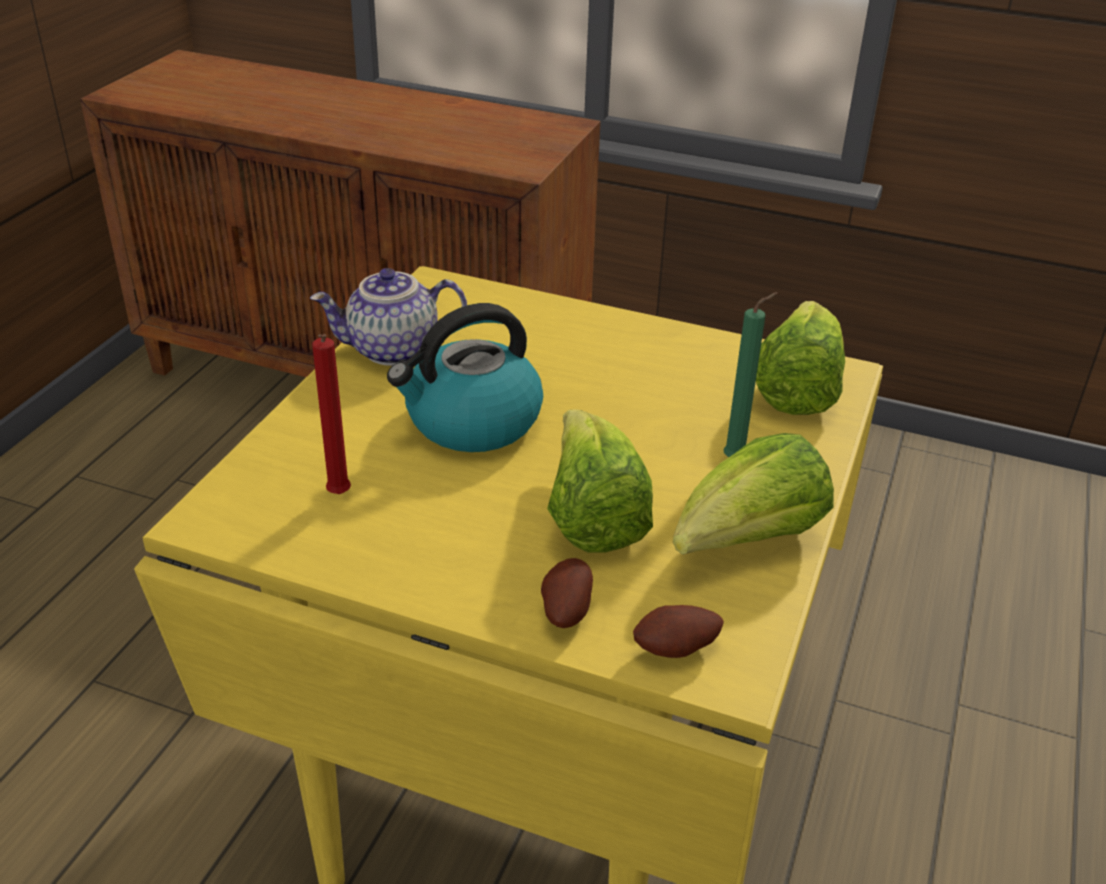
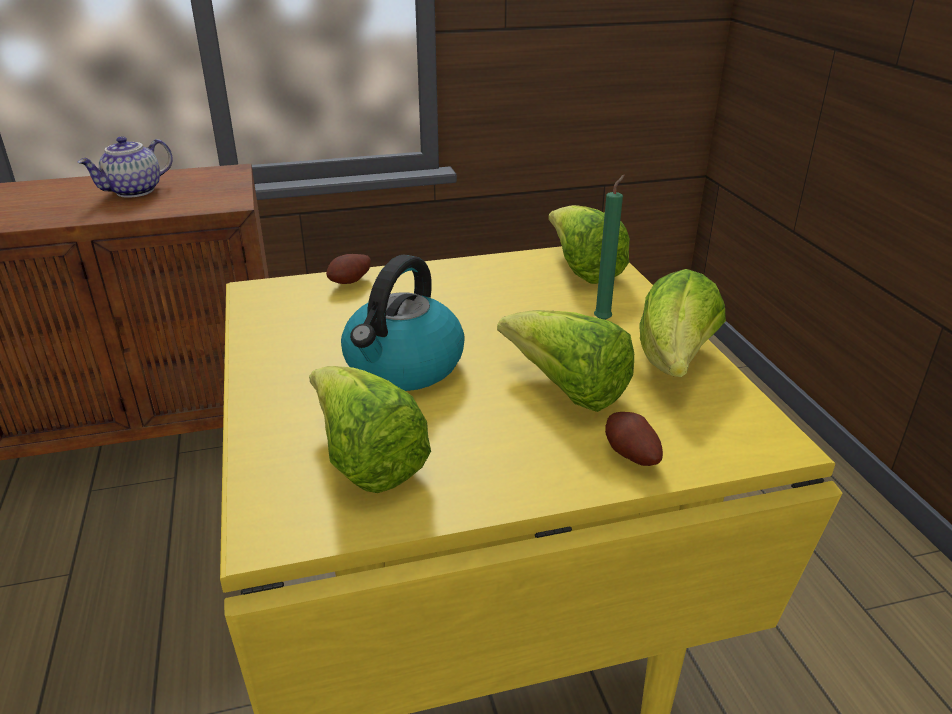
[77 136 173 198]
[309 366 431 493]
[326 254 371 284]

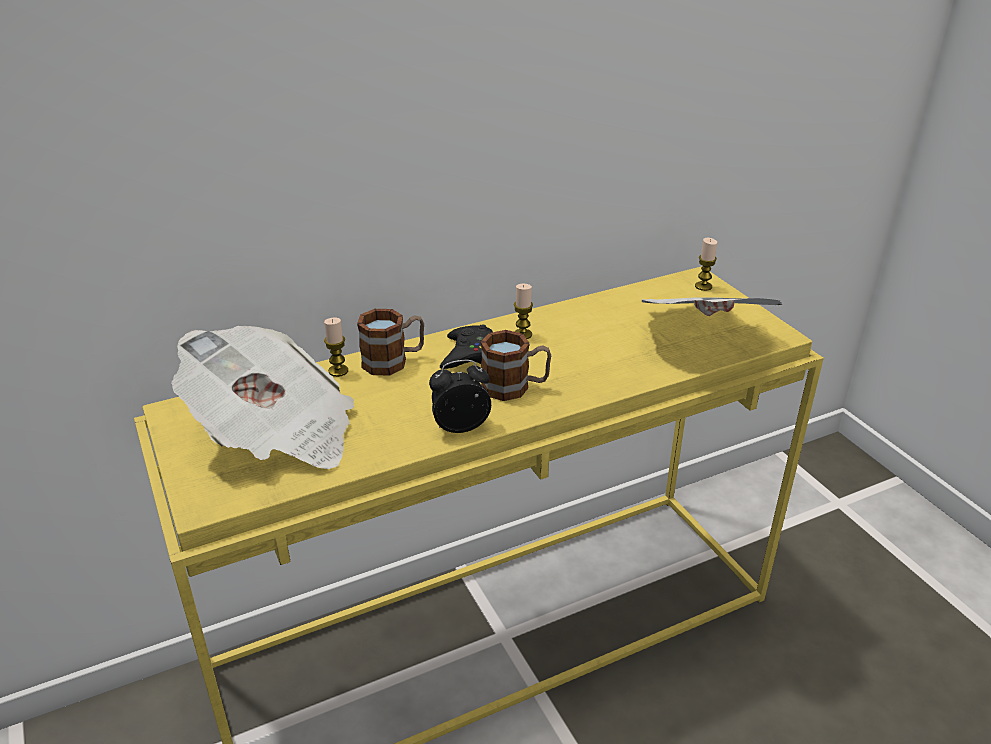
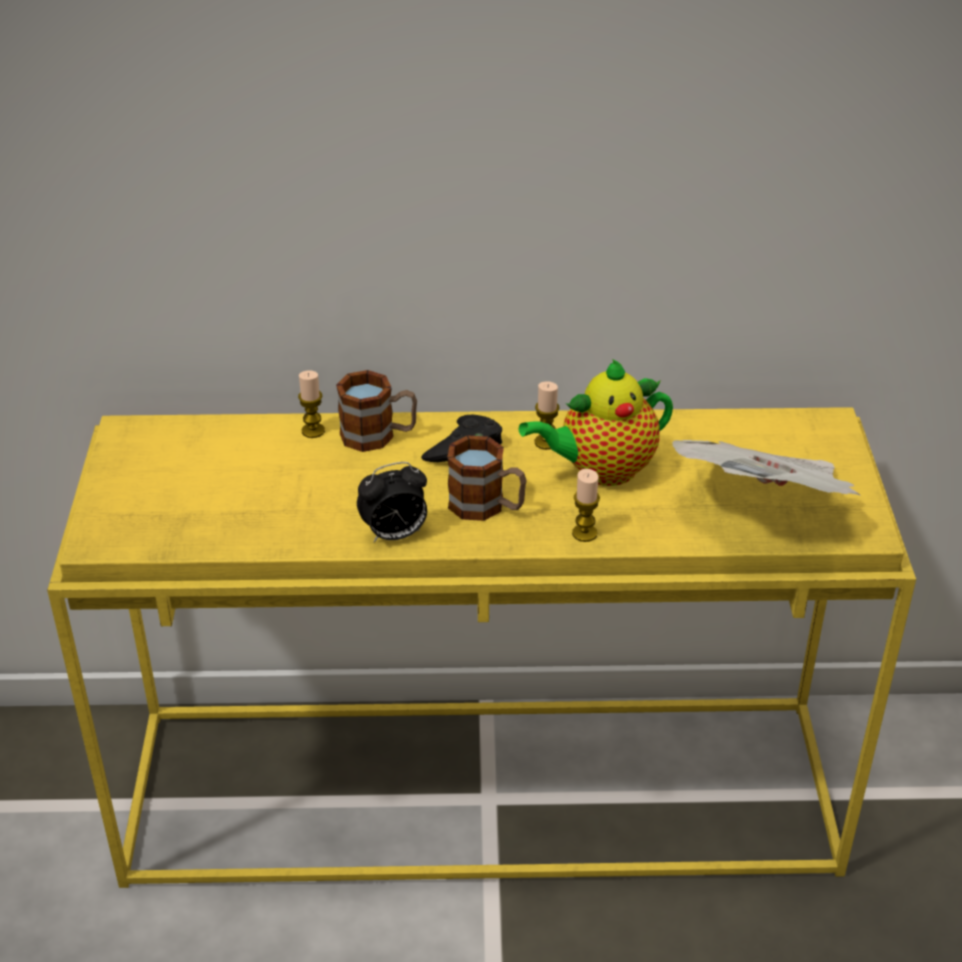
[357 462 427 542]
[519 359 673 486]
[572 469 600 542]
[171 326 354 469] (first image)

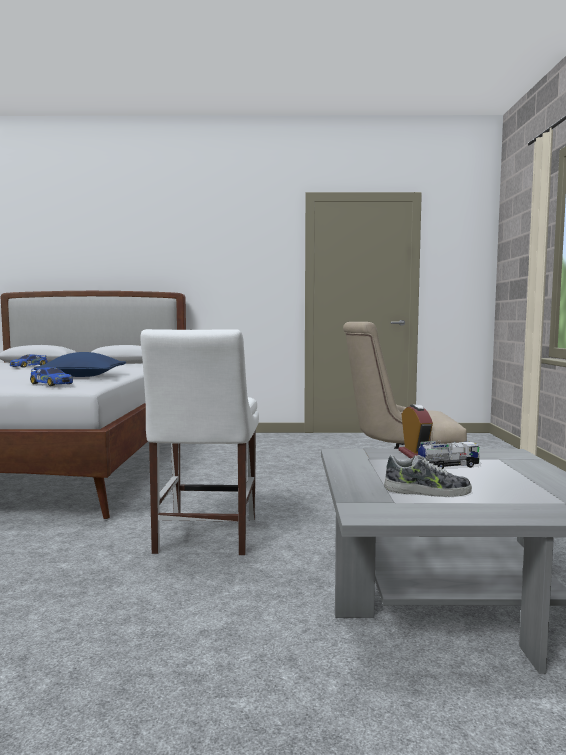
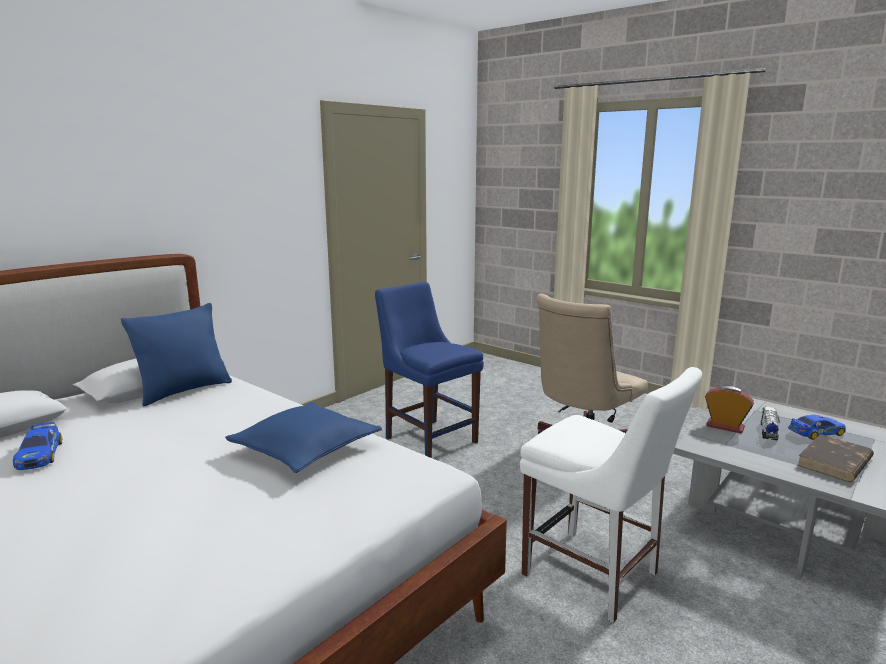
[121 303 232 406]
[375 282 484 458]
[788 415 846 440]
[797 434 874 482]

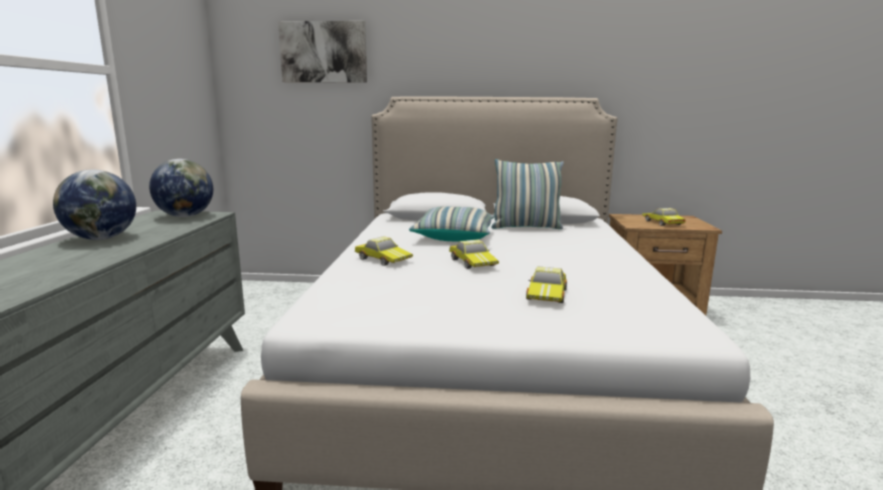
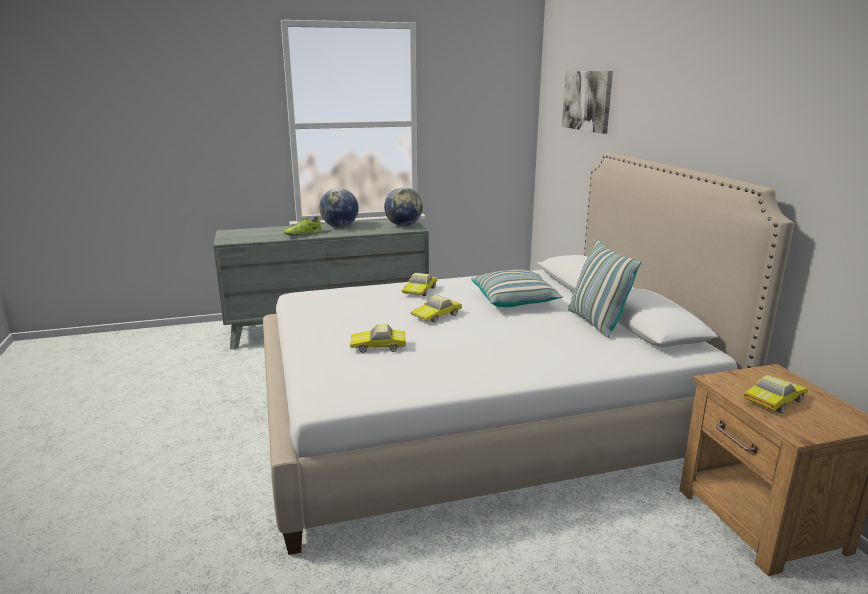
[284 216 322 236]

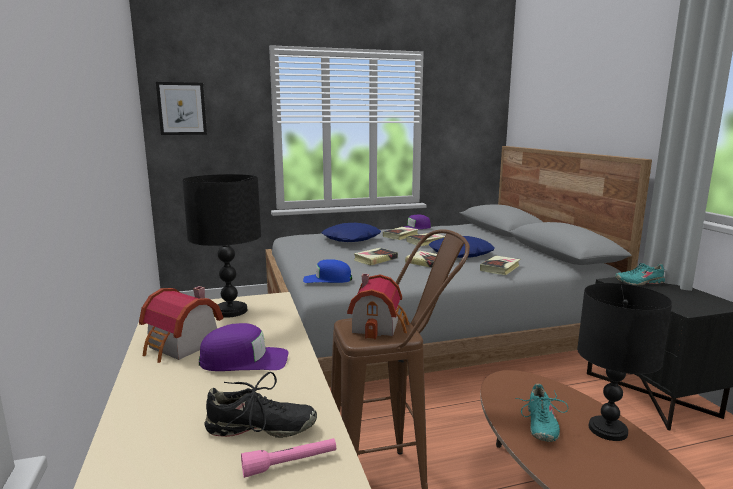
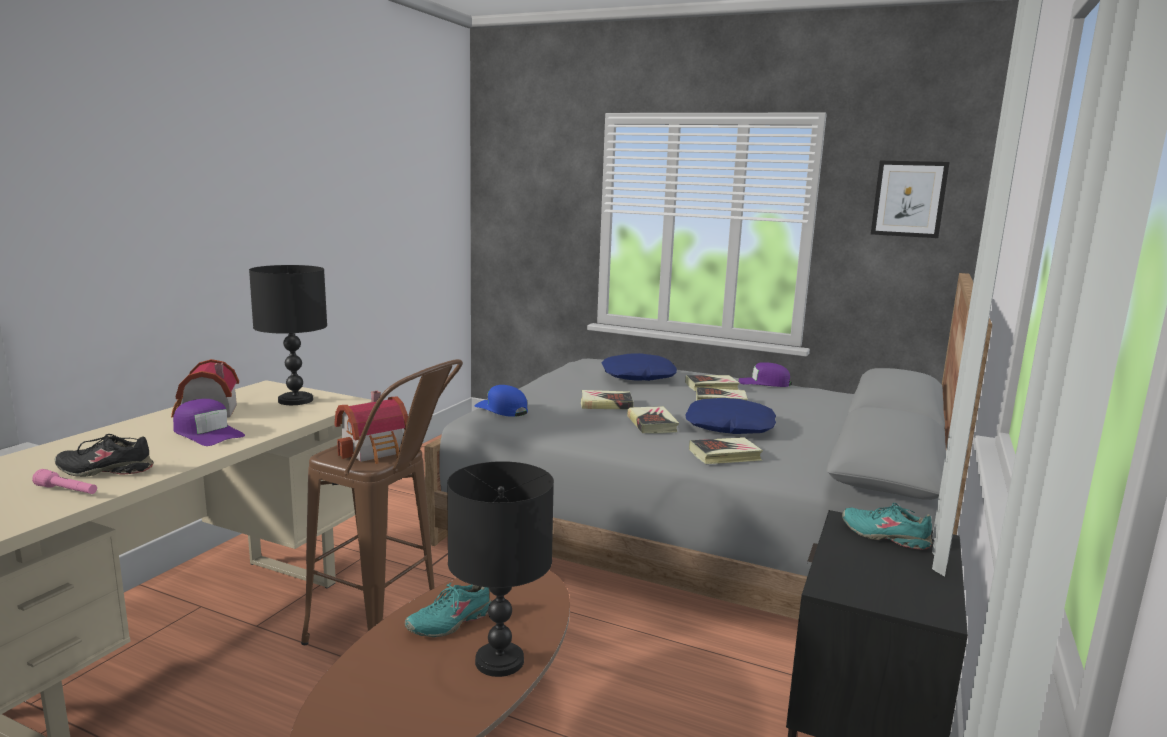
[55 434 154 477]
[871 161 950 238]

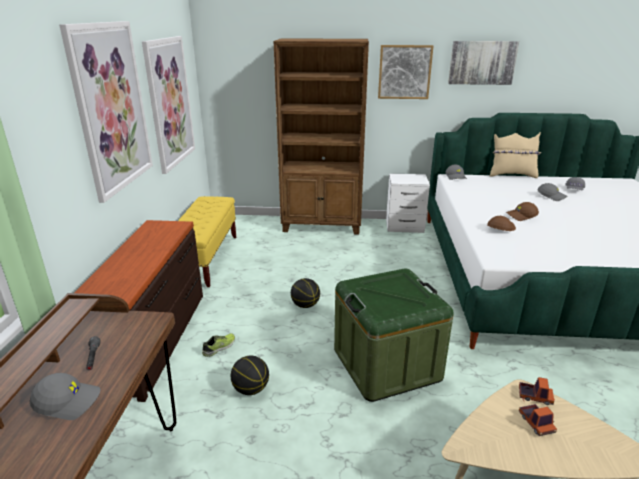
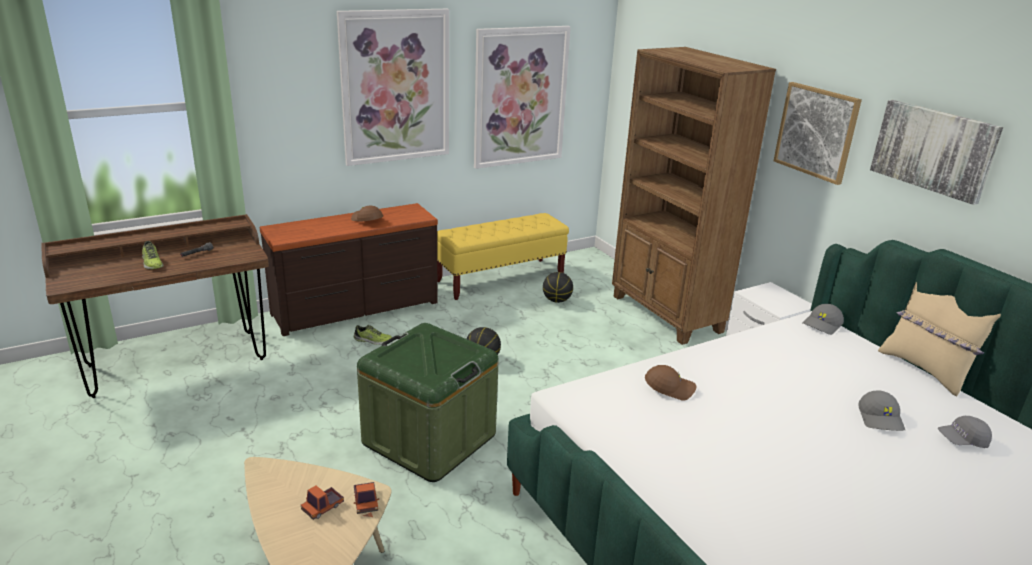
[142 241 164 269]
[351 205 383 221]
[543 272 573 303]

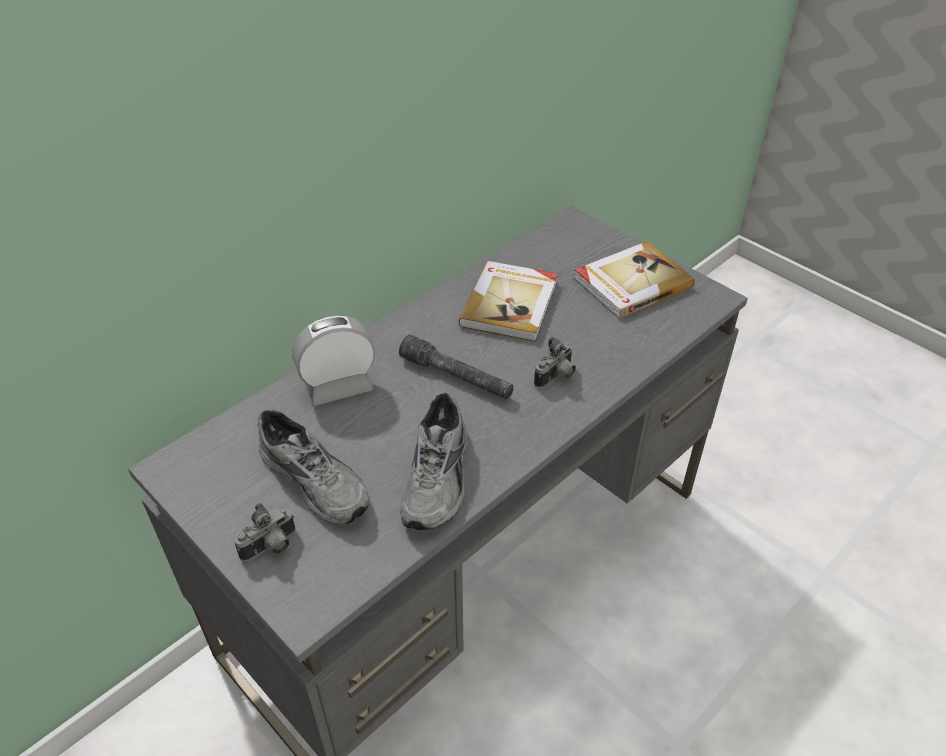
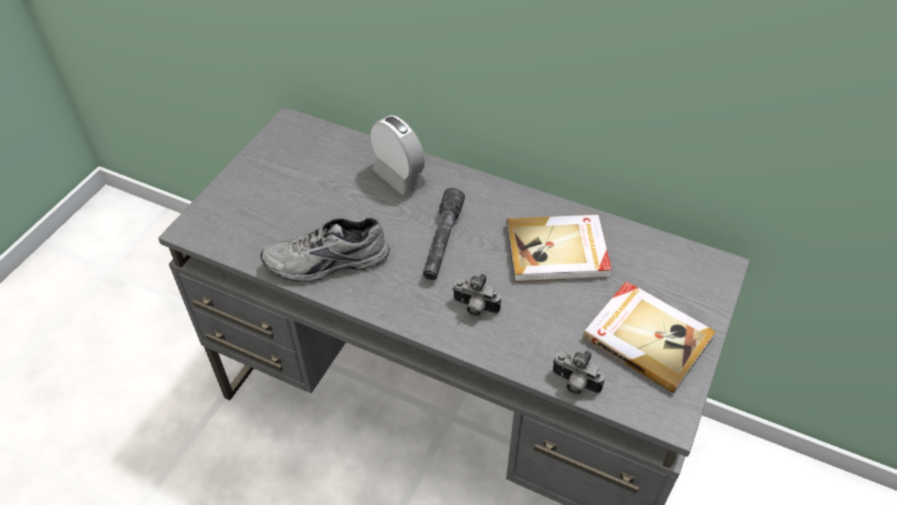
[553 350 605 395]
[258 409 369 526] (first image)

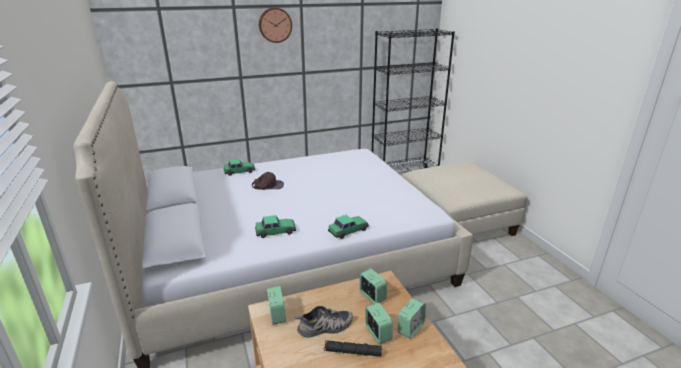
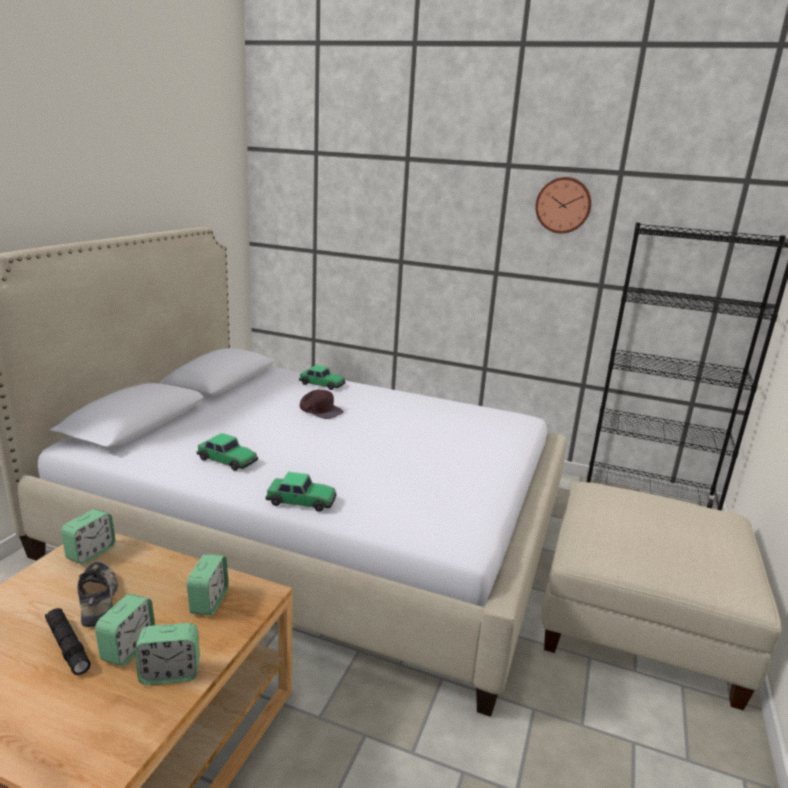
[77 561 118 627]
[535 177 592 233]

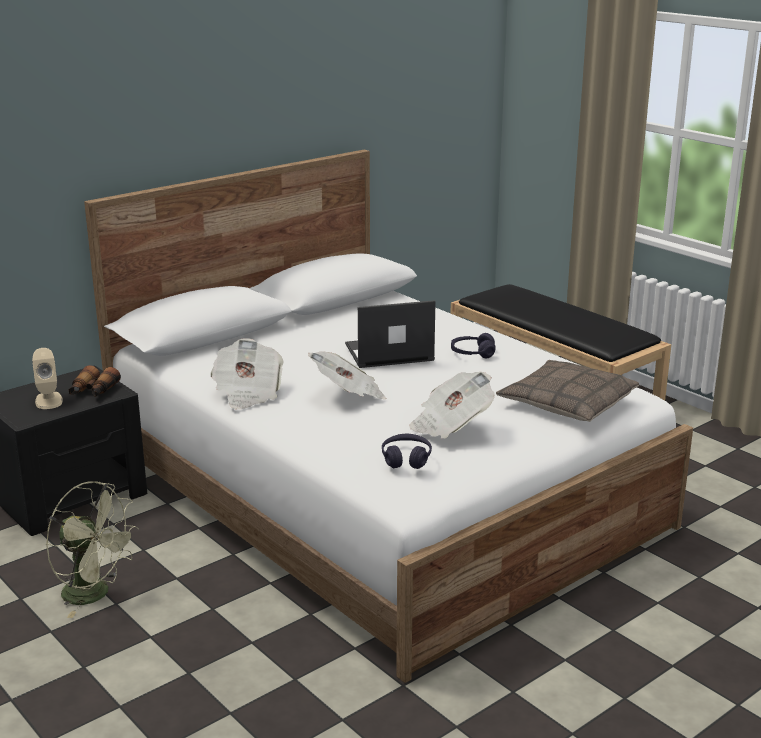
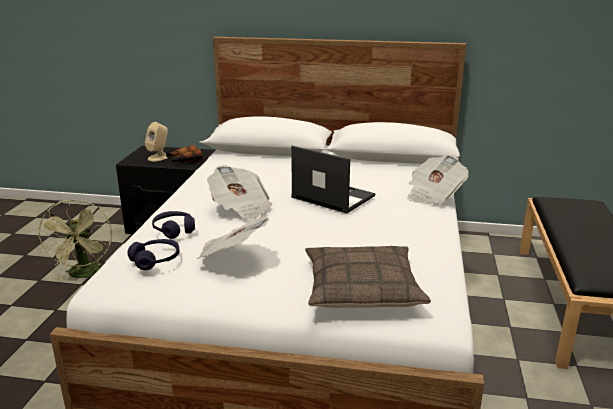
[152 211 195 239]
[407 155 469 204]

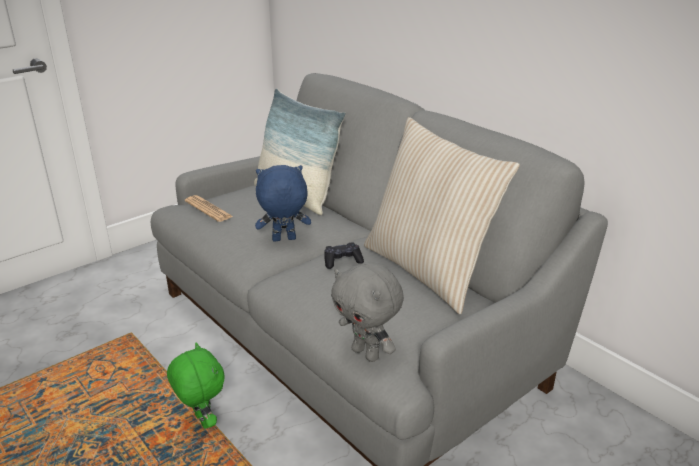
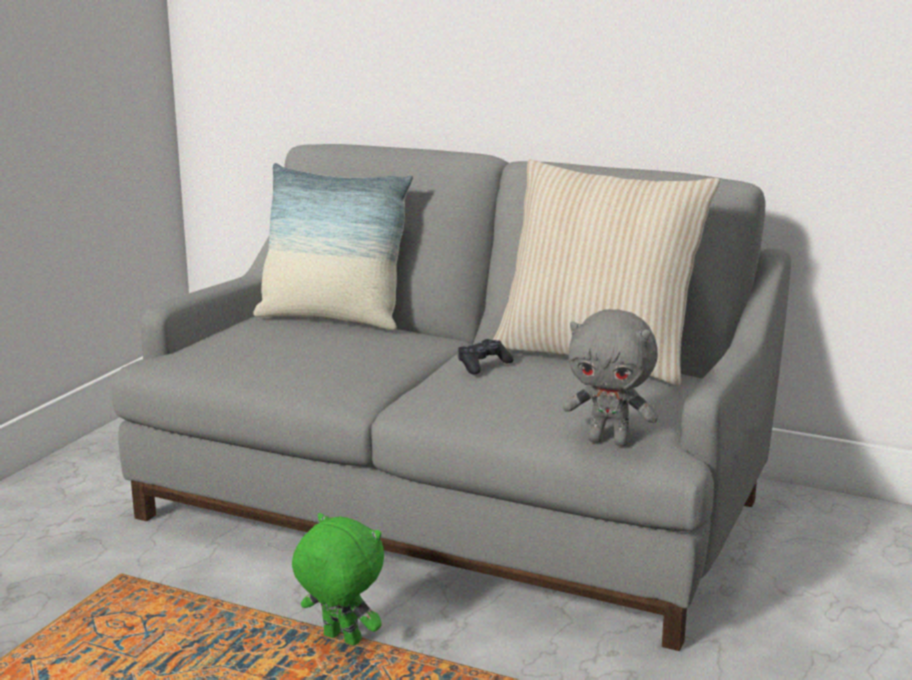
[185 195 234 222] (first image)
[255 165 311 242] (first image)

